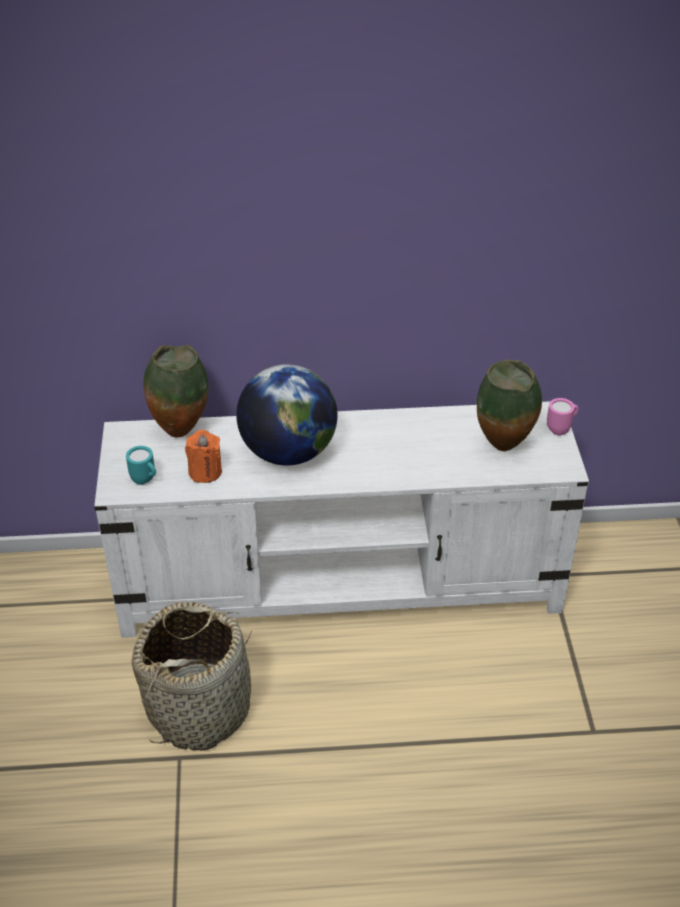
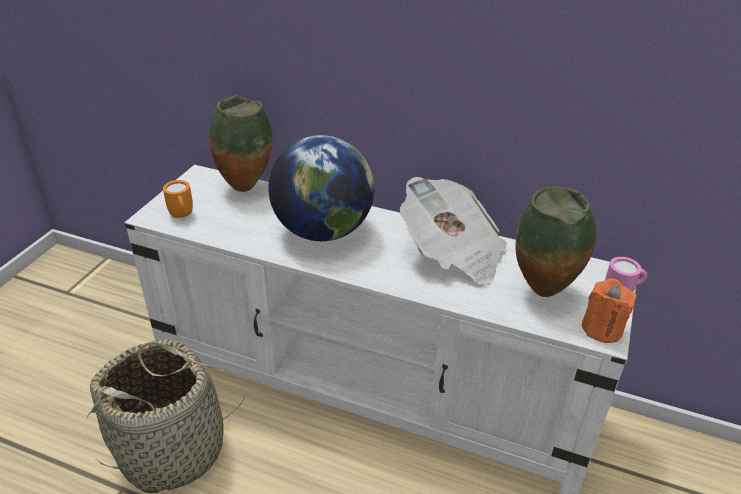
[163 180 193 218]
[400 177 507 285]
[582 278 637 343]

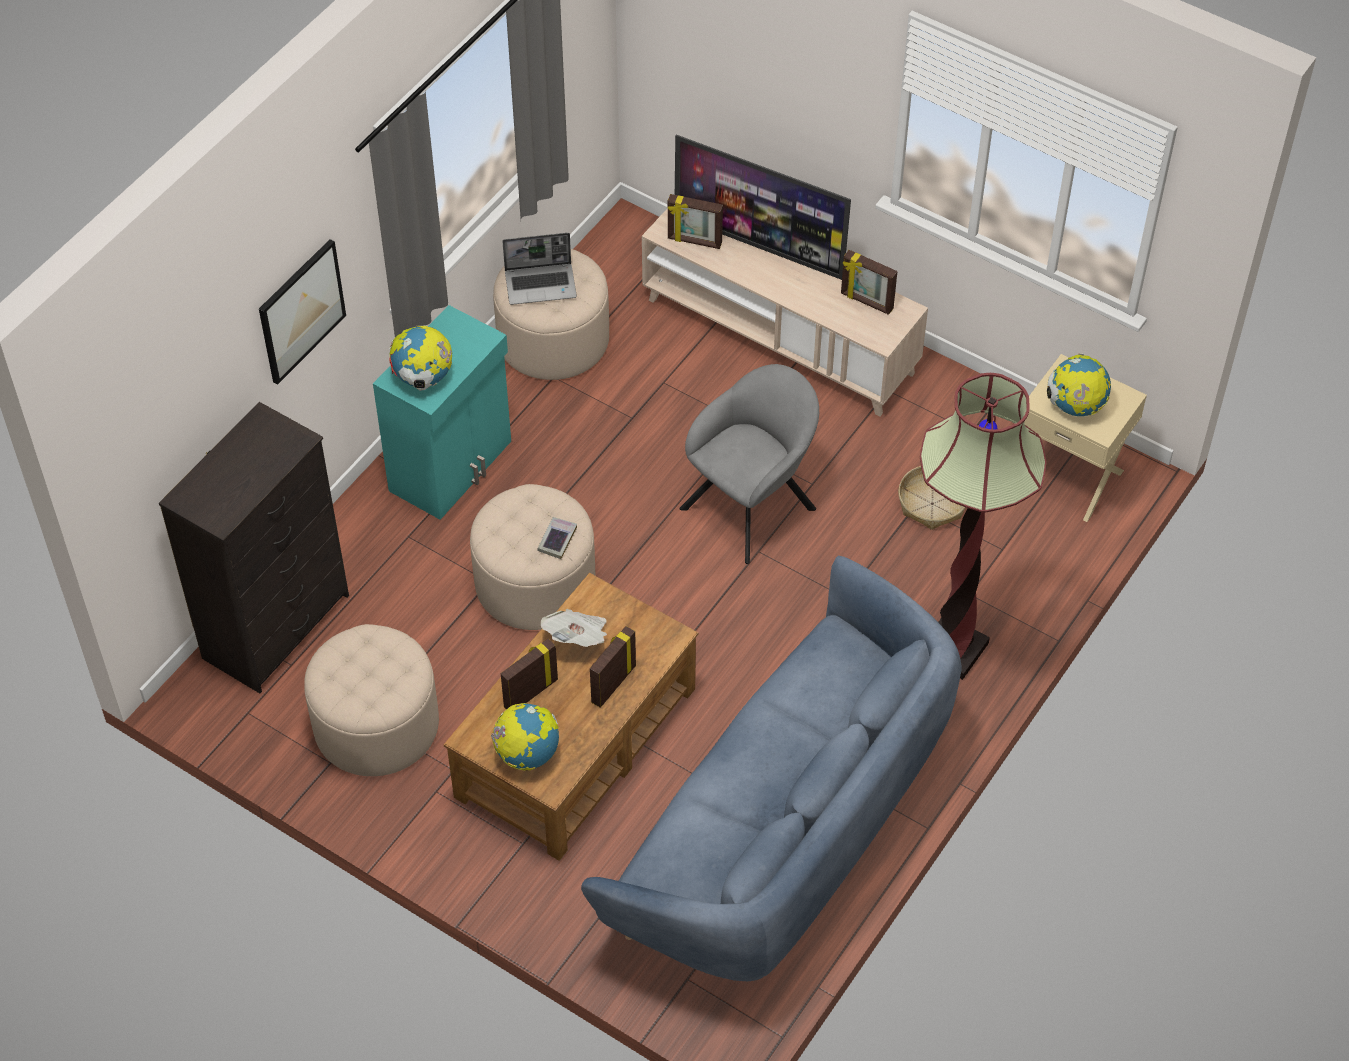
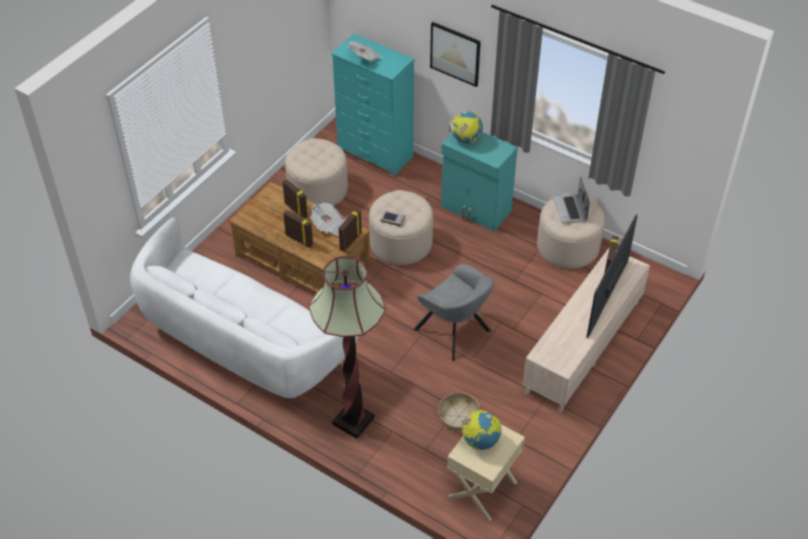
[130 217 358 399]
[331 34 415 177]
[339 209 362 252]
[347 41 383 61]
[491 703 559 770] (first image)

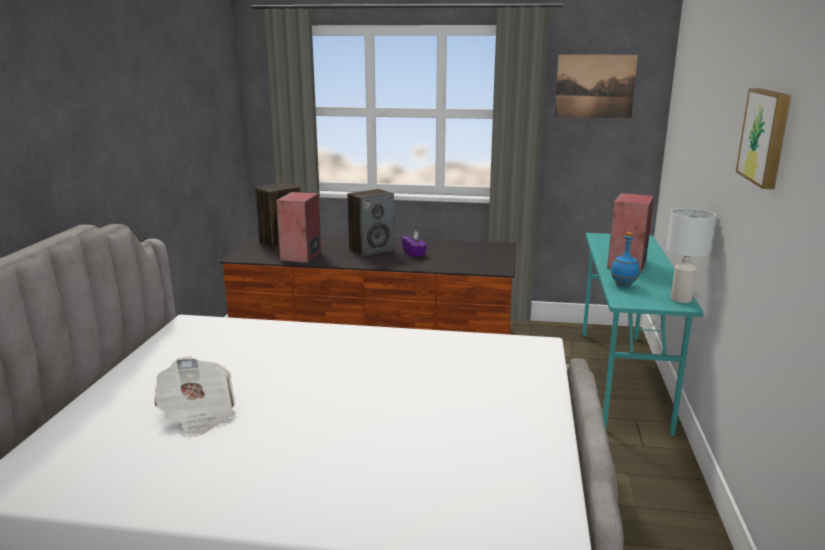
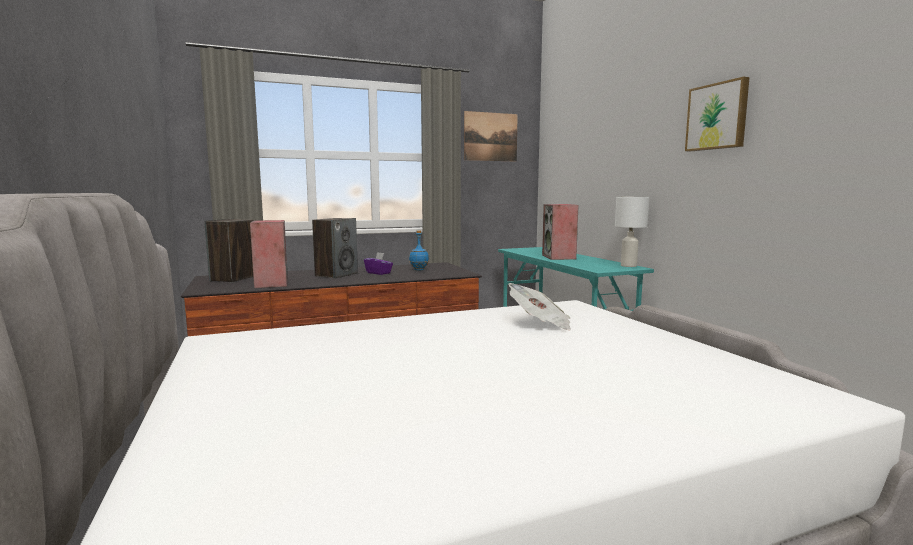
[409 230 429 271]
[509 283 571 331]

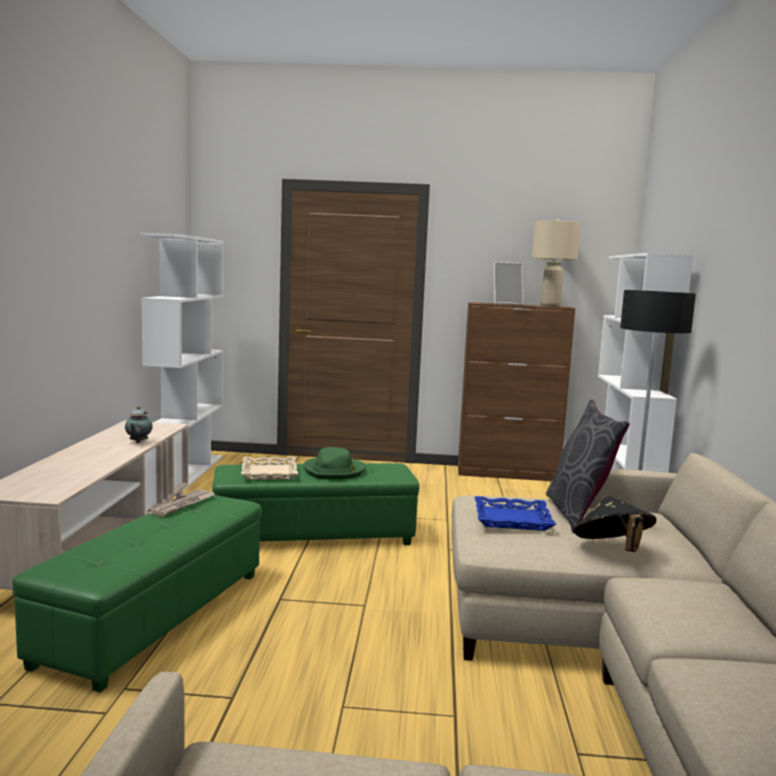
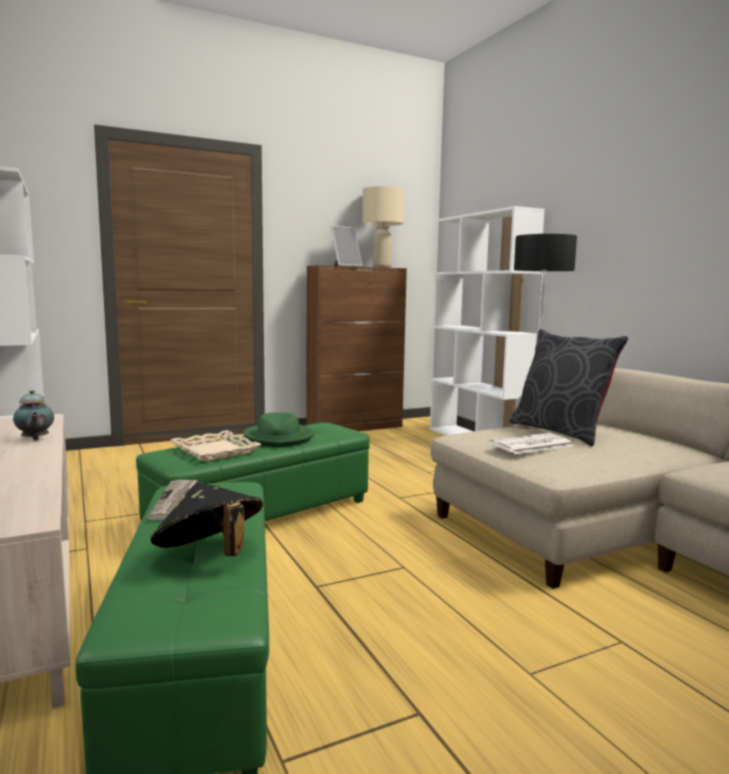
[151 482 263 556]
[489 433 574 454]

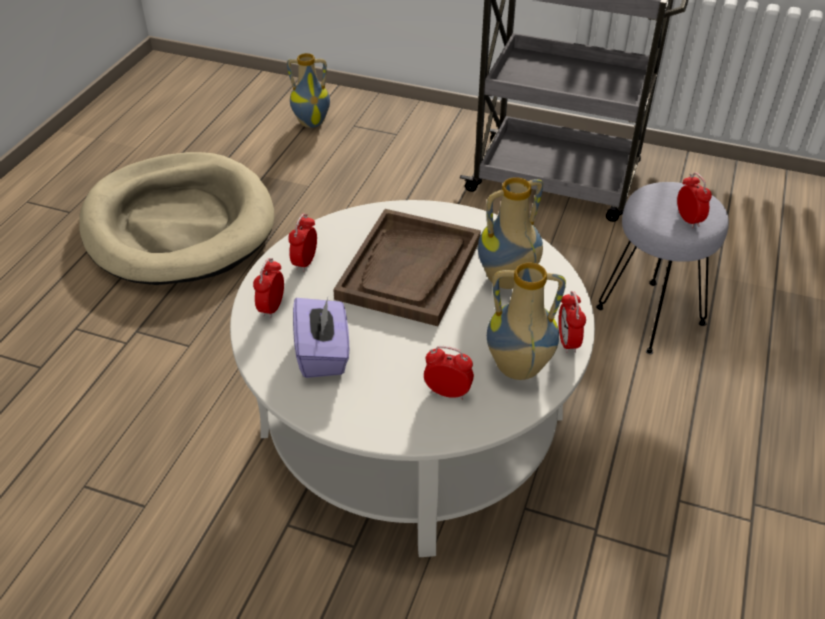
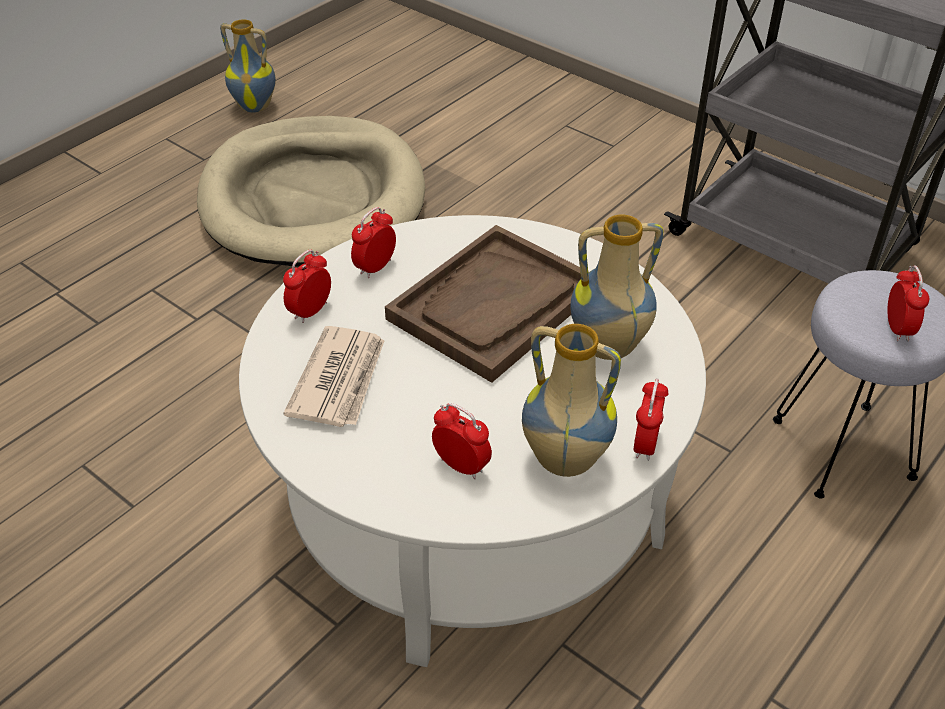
[220 19 276 113]
[284 326 384 427]

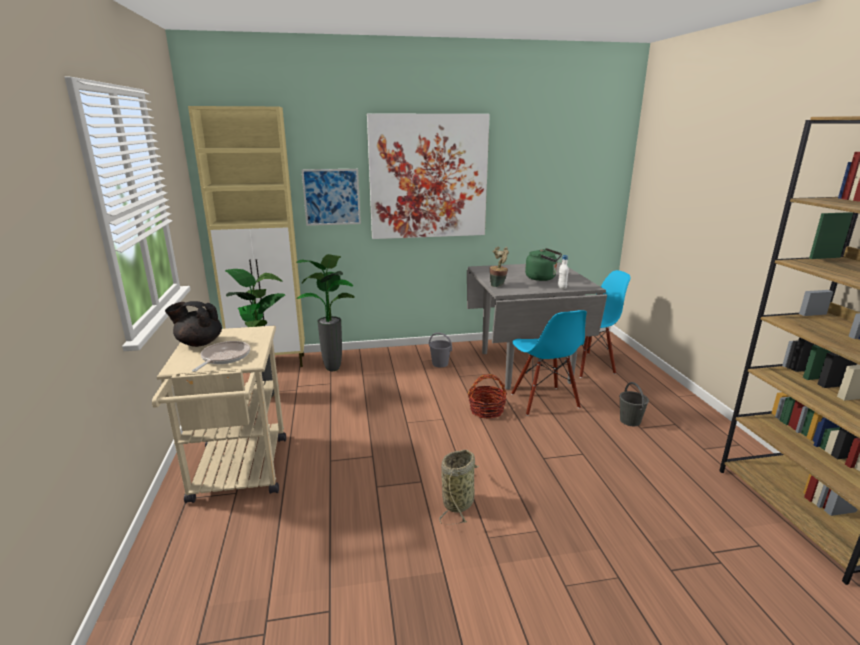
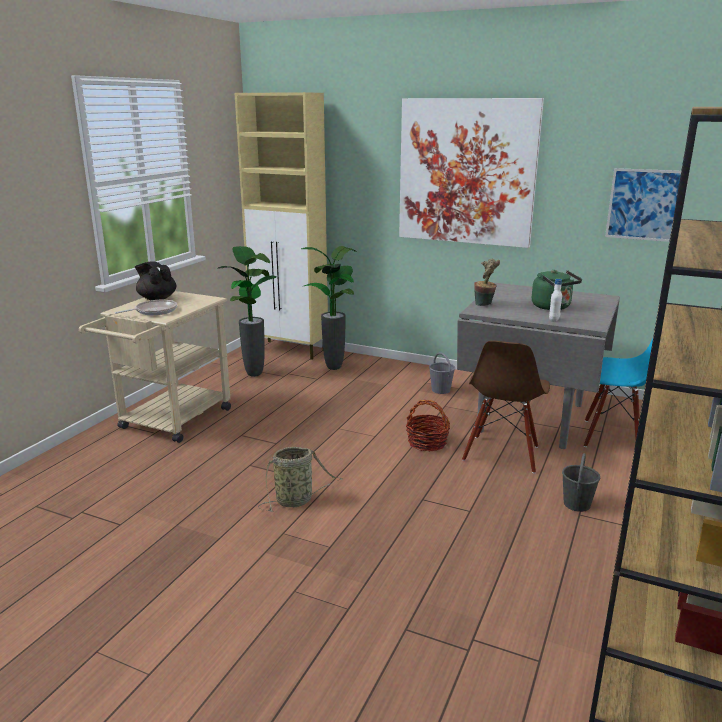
[462 341 550 473]
[605 168 690 242]

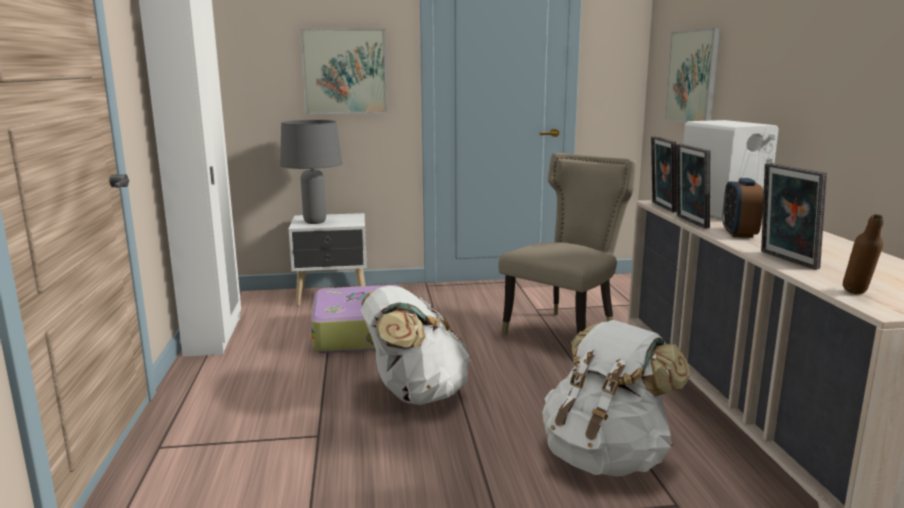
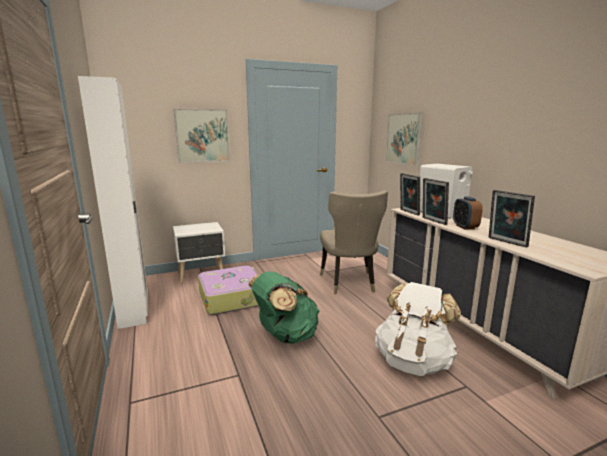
[248 272 320 344]
[320 190 388 294]
[280 120 342 224] (first image)
[843 214 884 294] (first image)

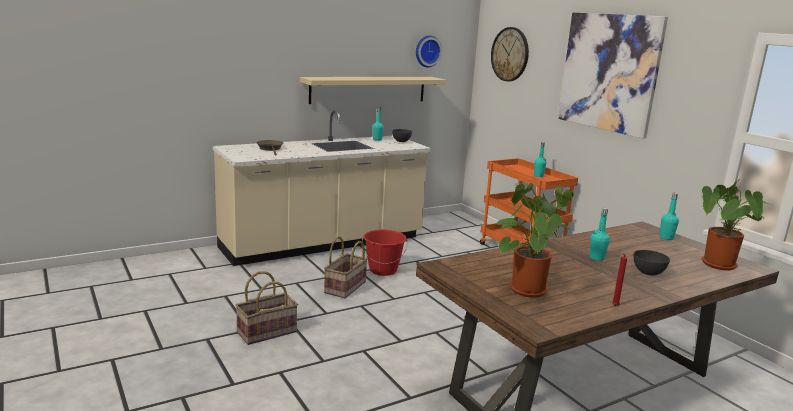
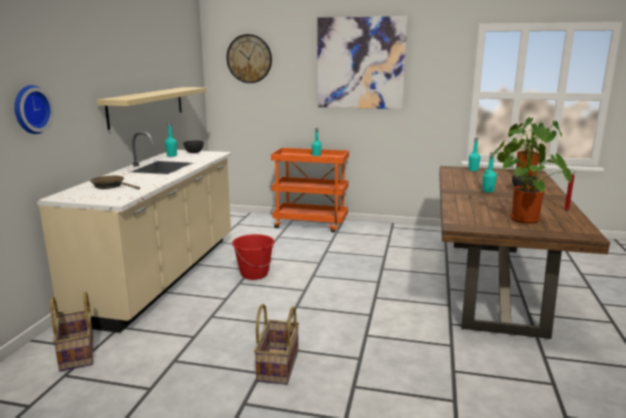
[14 85 54 134]
[50 291 93 371]

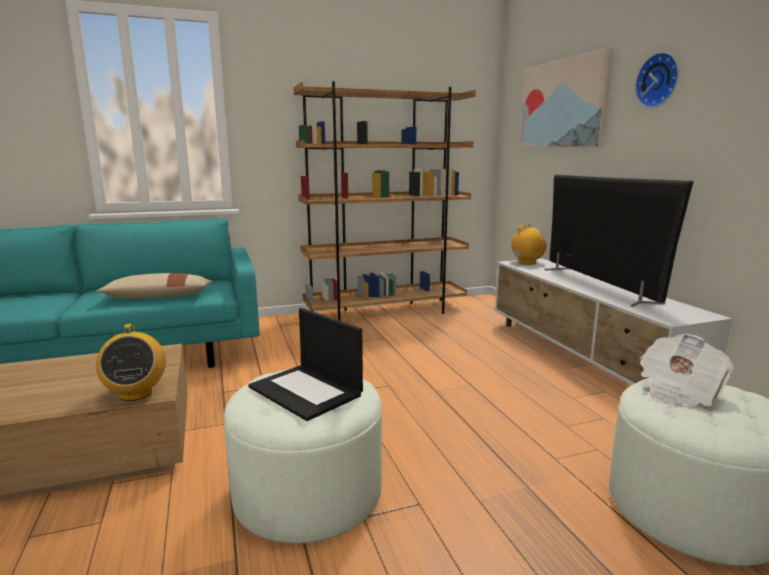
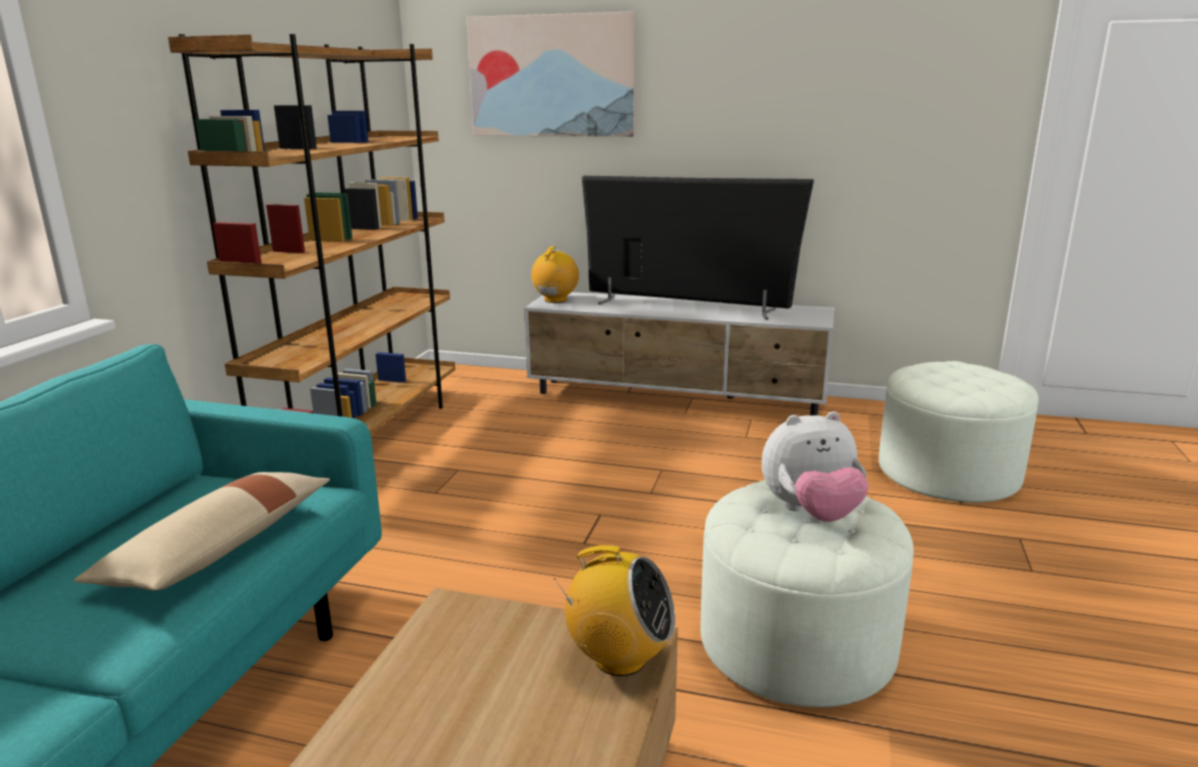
[762 411 868 522]
[635 52 679 108] (first image)
[639 334 734 406] (first image)

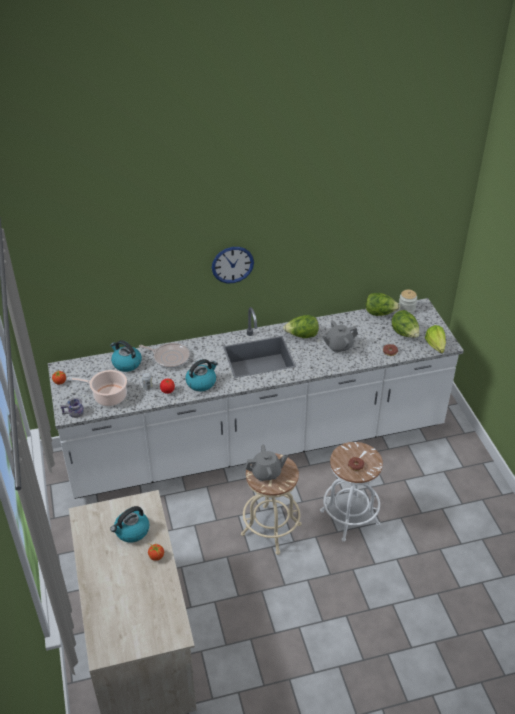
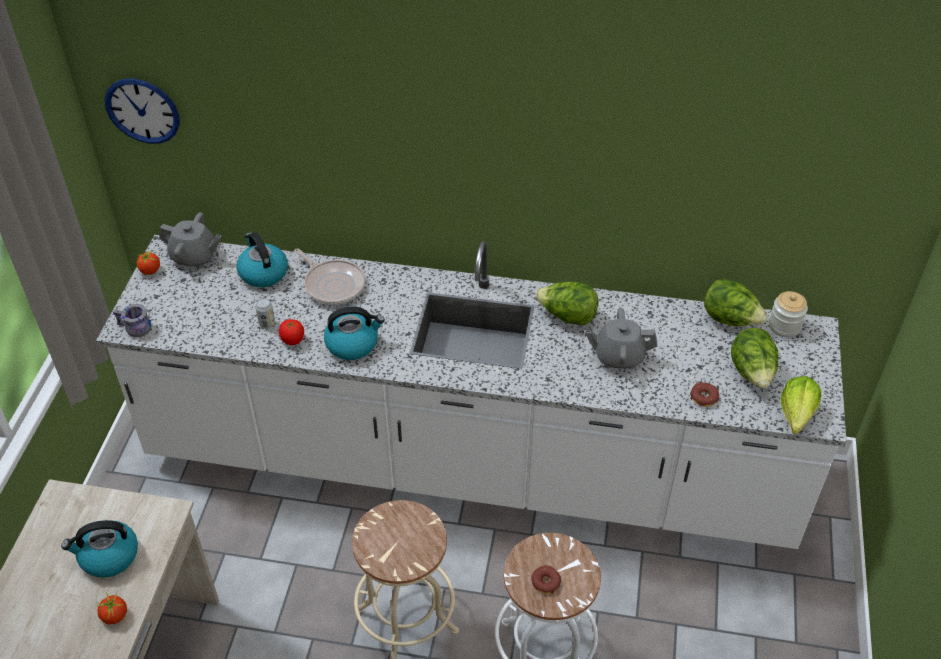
[104 78 180 144]
[159 212 222 268]
[67 370 127 406] (first image)

